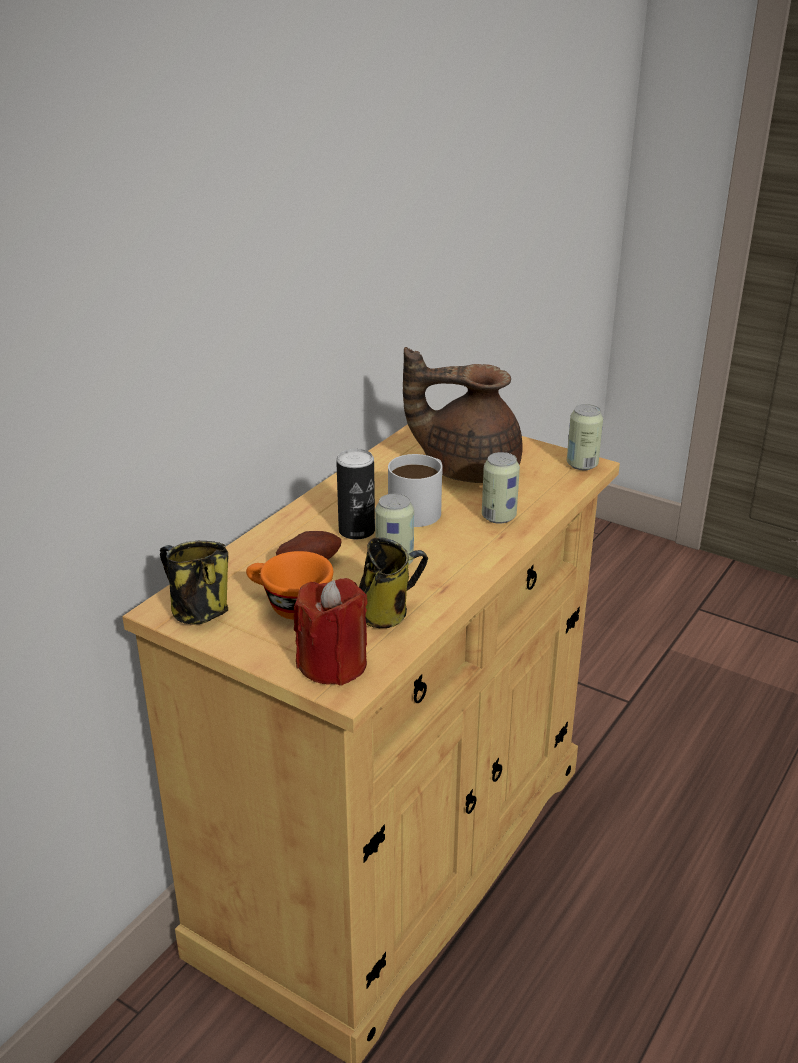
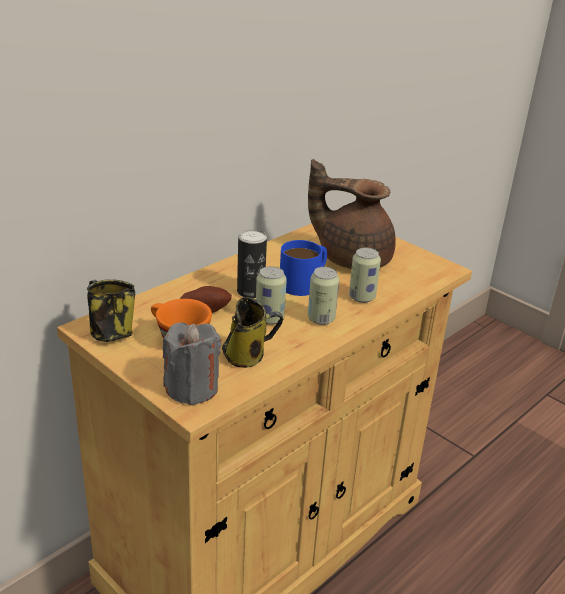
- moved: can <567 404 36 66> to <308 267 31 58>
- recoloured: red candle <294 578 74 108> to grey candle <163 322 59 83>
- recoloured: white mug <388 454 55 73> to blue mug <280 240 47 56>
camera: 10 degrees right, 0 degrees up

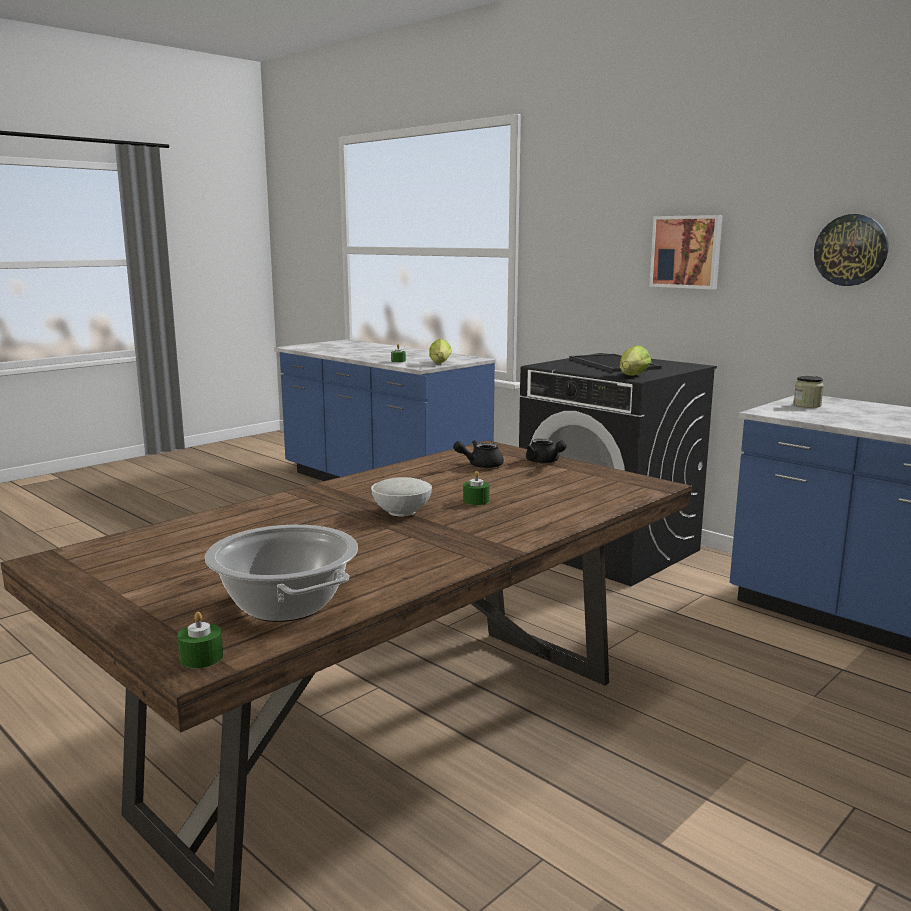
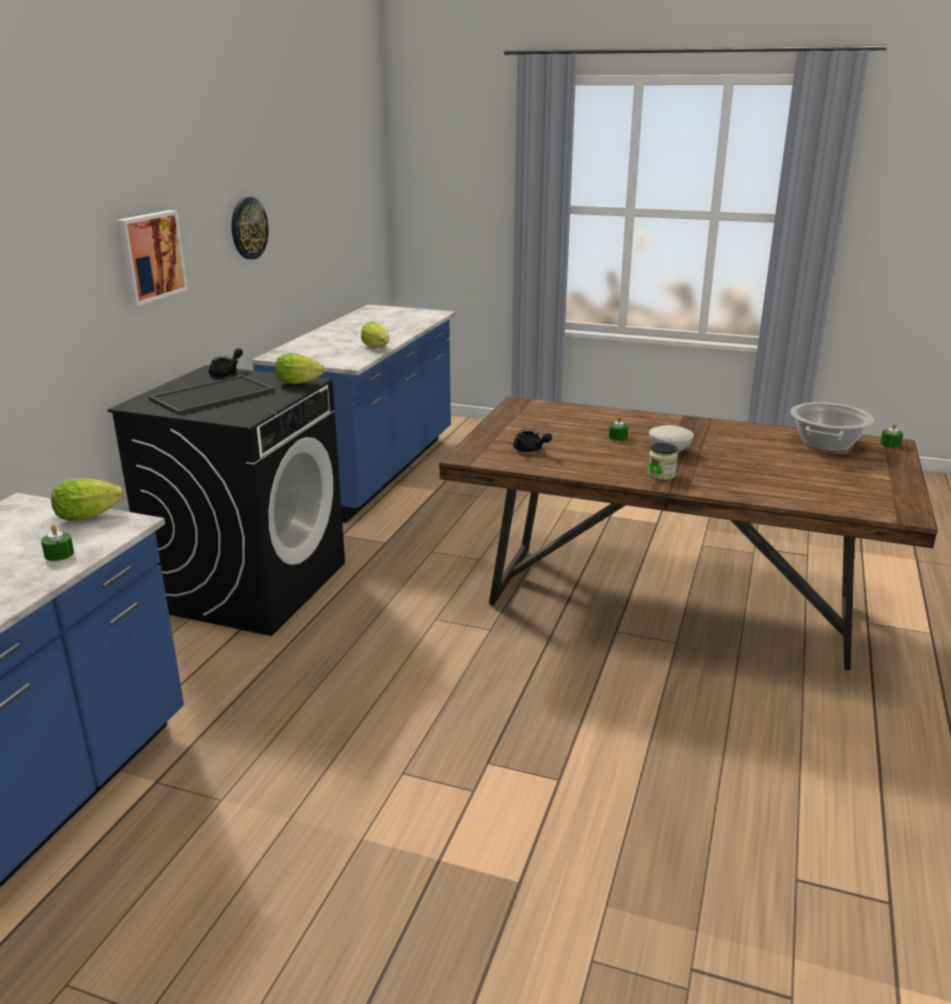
- added: lettuce <361 321 28 27>
- moved: black teapot <526 439 41 24> to <208 348 35 29>
- moved: jar <793 376 31 32> to <647 442 31 38>
camera: 115 degrees left, 10 degrees up

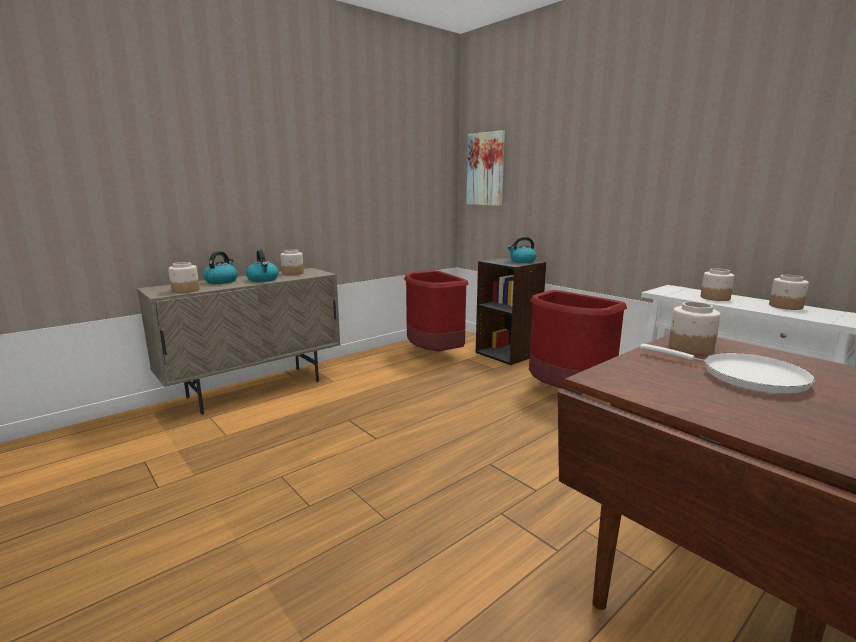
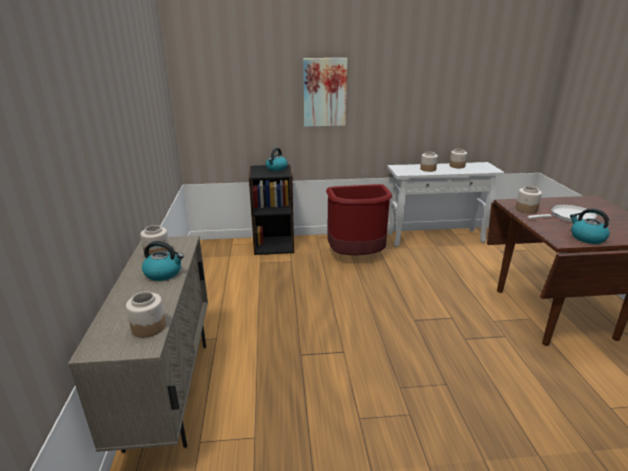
- removed: red trash can <404 270 65 81>
- moved: kettle <203 251 35 33> to <570 208 40 36>
- moved: picture <466 130 39 76> to <303 58 45 69>
camera: 55 degrees left, 10 degrees up

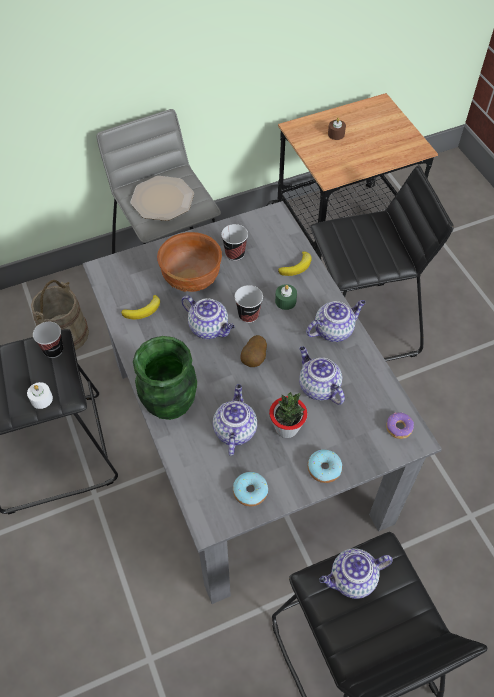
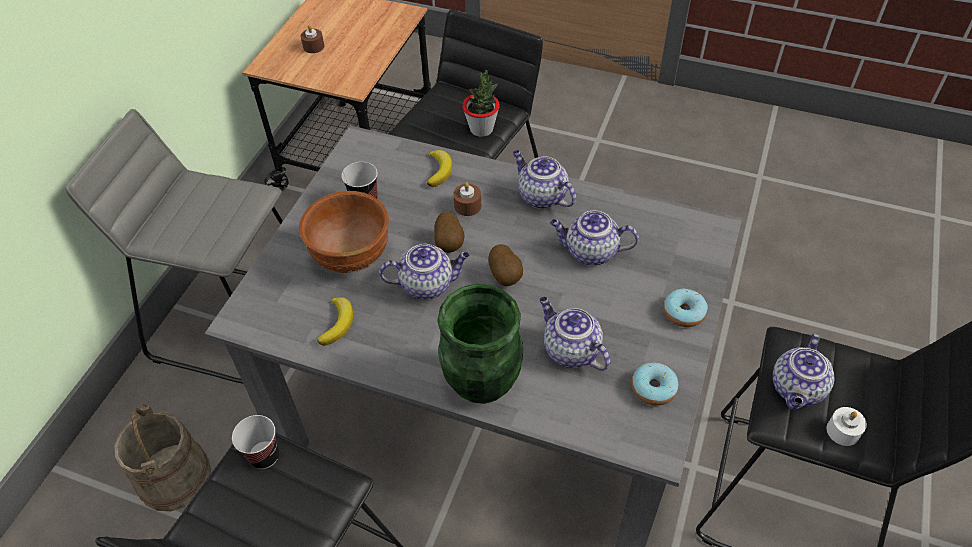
- removed: plate <130 176 64 45>
- removed: donut <386 412 28 27>
- moved: white candle <27 382 26 27> to <827 407 40 39>
- moved: potted plant <269 392 38 46> to <462 70 38 67>
- replaced: cup <235 285 28 38> to potato <434 212 30 41>
- recoloured: green candle <275 284 22 26> to brown candle <453 182 28 34>
- turned: teapot <306 300 60 42> = <513 150 63 59> 60 degrees counterclockwise
camera: 45 degrees left, 5 degrees down

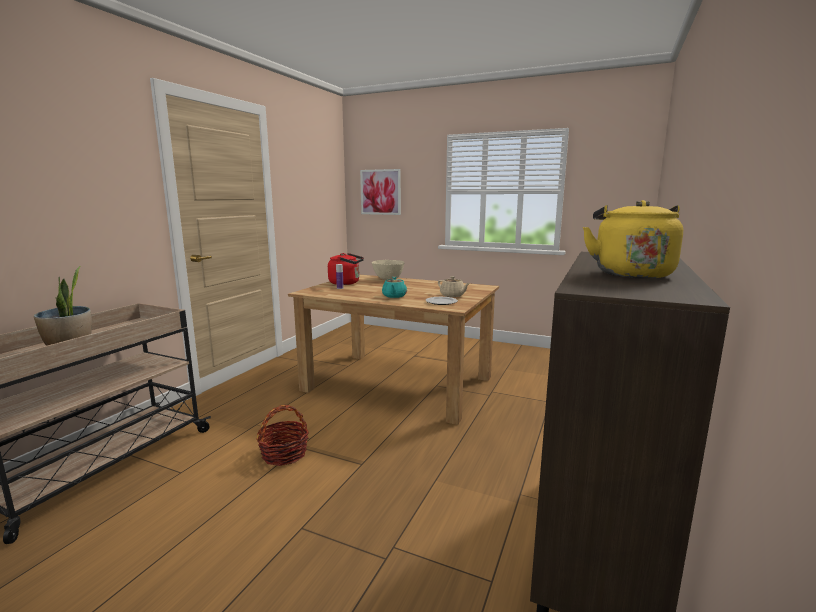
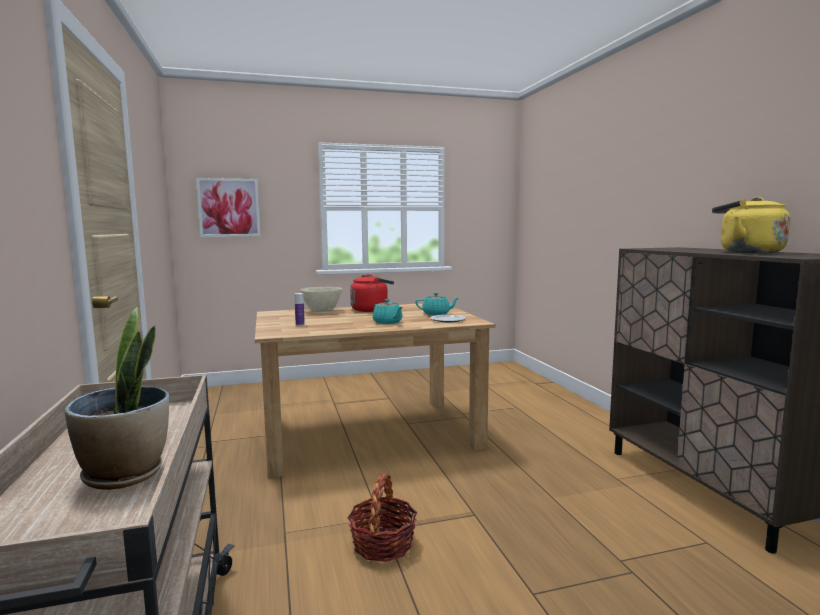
- moved: red kettle <328 253 36 32> to <350 274 44 38>
- recoloured: beige teapot <438 276 32 21> to turquoise teapot <415 293 45 23>
camera: 40 degrees left, 5 degrees down

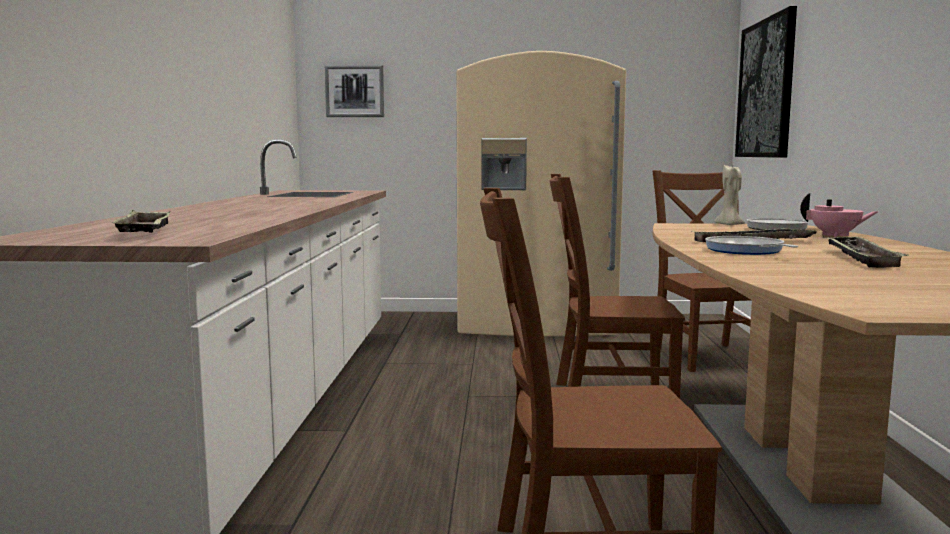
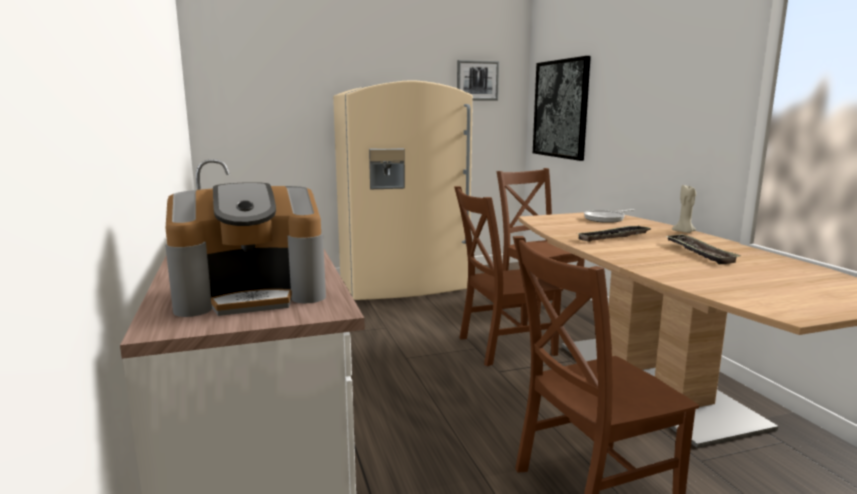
- removed: frying pan <705 236 93 19>
- removed: pink teapot <800 193 78 44>
- moved: picture <325 65 59 52> to <457 60 42 40>
- moved: beige candle <714 165 31 60> to <672 185 24 48>
- replaced: tray <113 210 57 23> to coffee machine <165 182 161 135>
camera: 20 degrees left, 5 degrees up

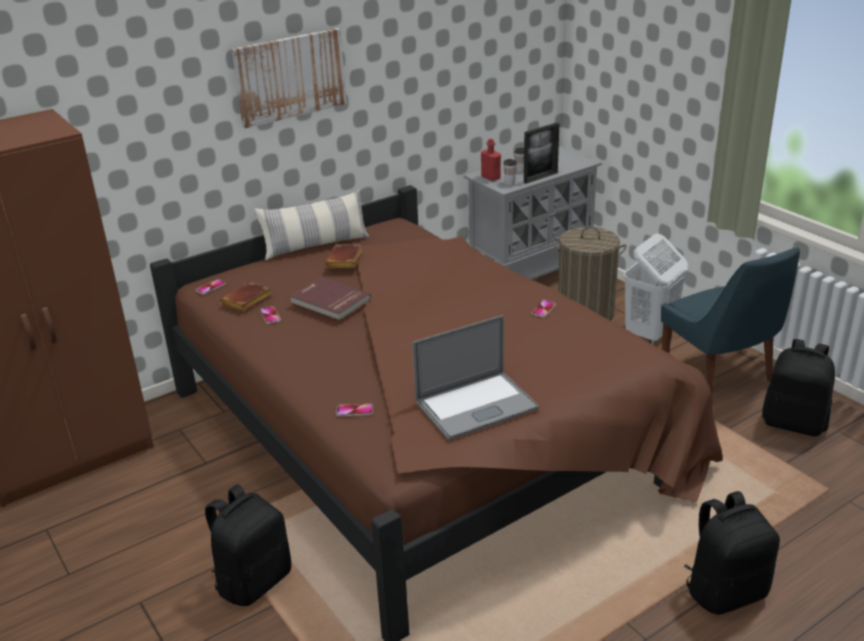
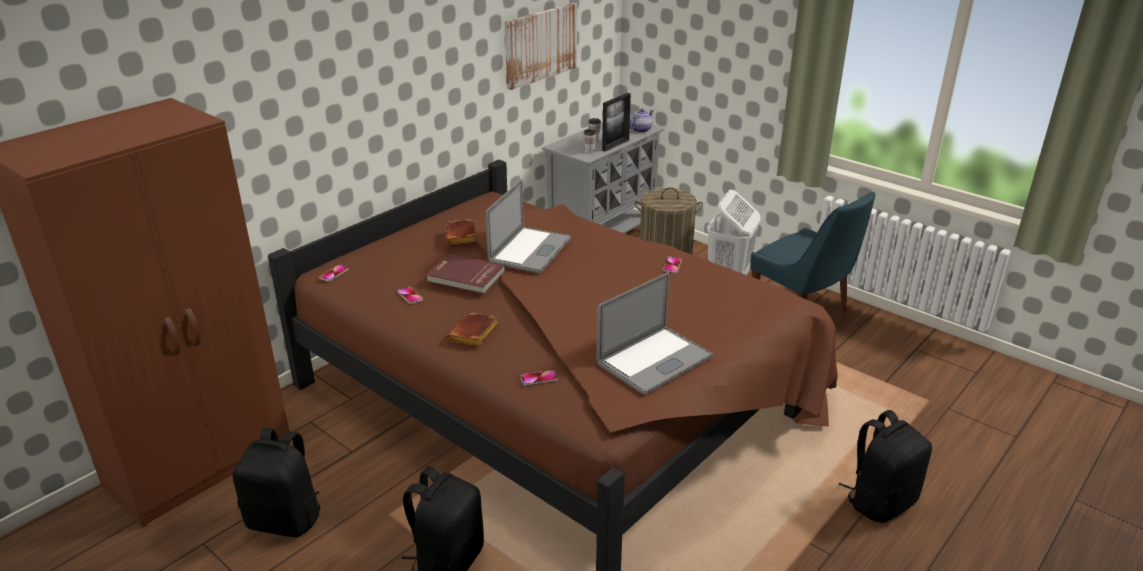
- removed: pillow <254 189 115 71>
- removed: red bottle <481 138 20 43>
- added: laptop <485 179 87 94>
- added: teapot <630 109 24 24>
- moved: brown book <220 282 52 29> to <447 312 51 35>
- moved: picture <232 28 115 100> to <505 3 72 87>
- moved: black backpack <762 339 73 97> to <232 428 88 109>
camera: 15 degrees left, 0 degrees up

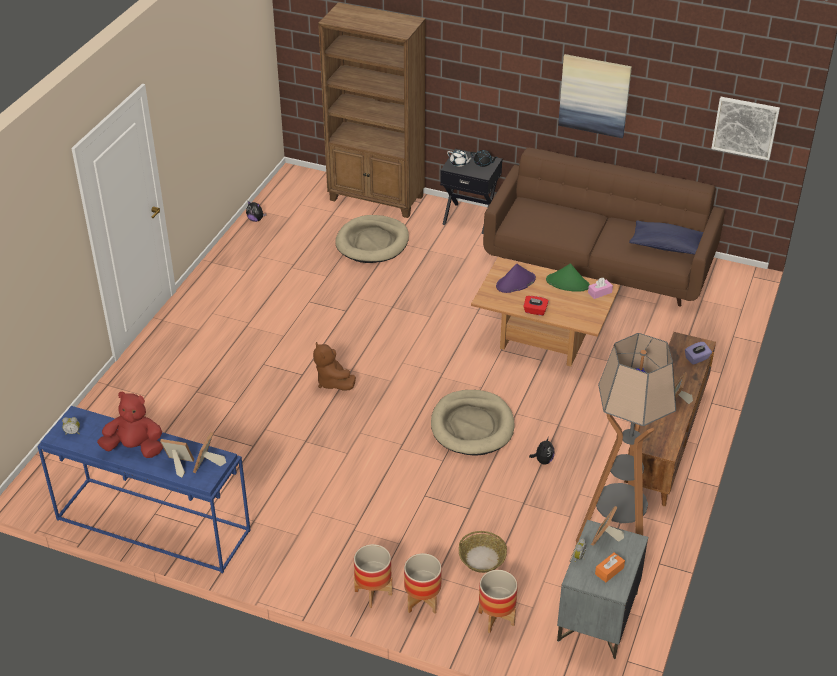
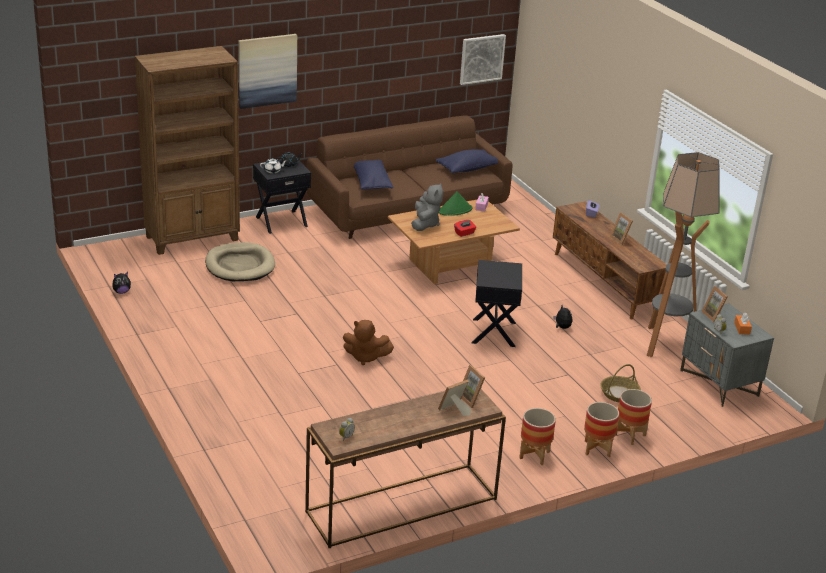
- removed: red plush toy <97 391 66 67>
- added: blue pillow <354 160 39 30>
- moved: planter <478 570 40 63> to <519 408 37 57>
- moved: picture <558 54 74 84> to <238 34 59 75>
- replaced: beige dog bed <431 390 84 66> to black side table <472 260 50 87>
- replaced: purple hat <496 264 40 29> to grey plush toy <411 183 32 48>
- recoloured: blue console table <37 406 214 167> to brown console table <305 389 201 159>
camera: 50 degrees left, 10 degrees down

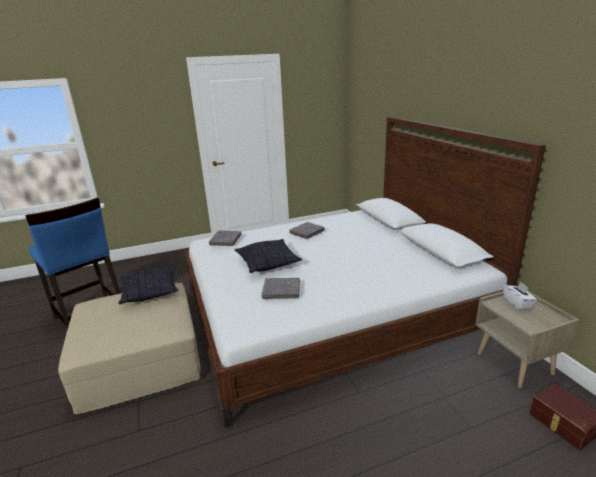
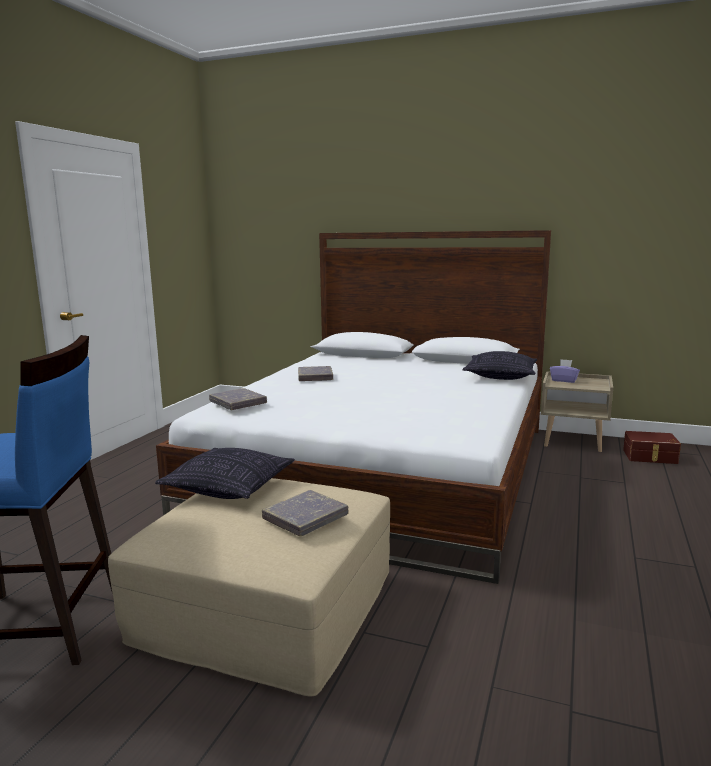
- moved: pillow <235 239 67 34> to <462 351 75 29>
- moved: grey book <262 278 38 21> to <262 490 87 46>
- recoloured: white tissue box <503 282 34 28> to purple tissue box <550 359 30 24>
camera: 50 degrees left, 10 degrees down

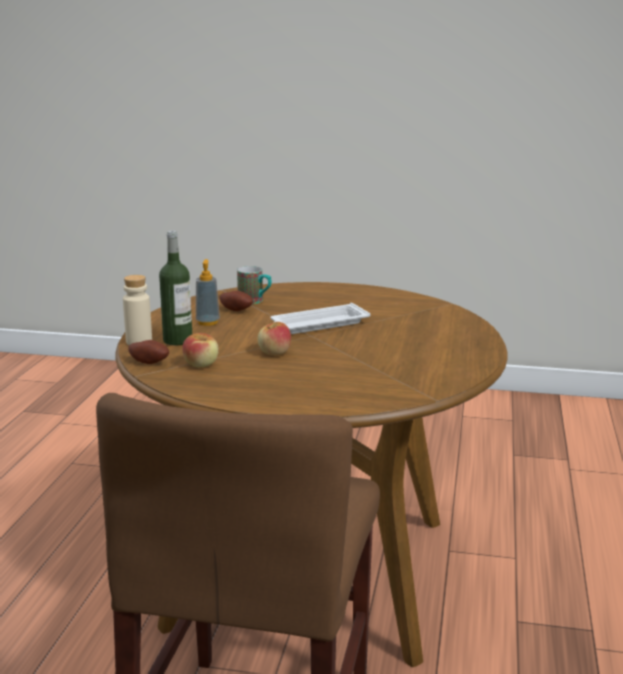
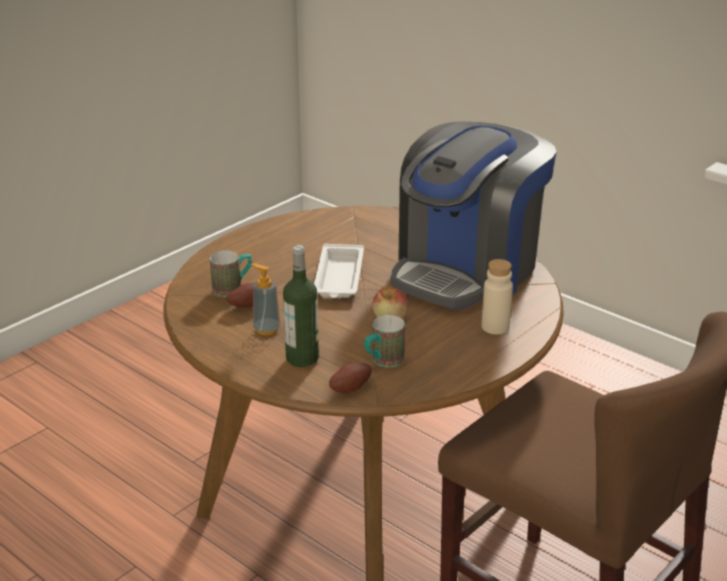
- added: coffee machine <390 121 167 188>
- moved: beige bottle <123 275 29 70> to <482 259 31 75>
- replaced: apple <182 333 37 35> to mug <364 315 41 52>
camera: 60 degrees left, 10 degrees up

